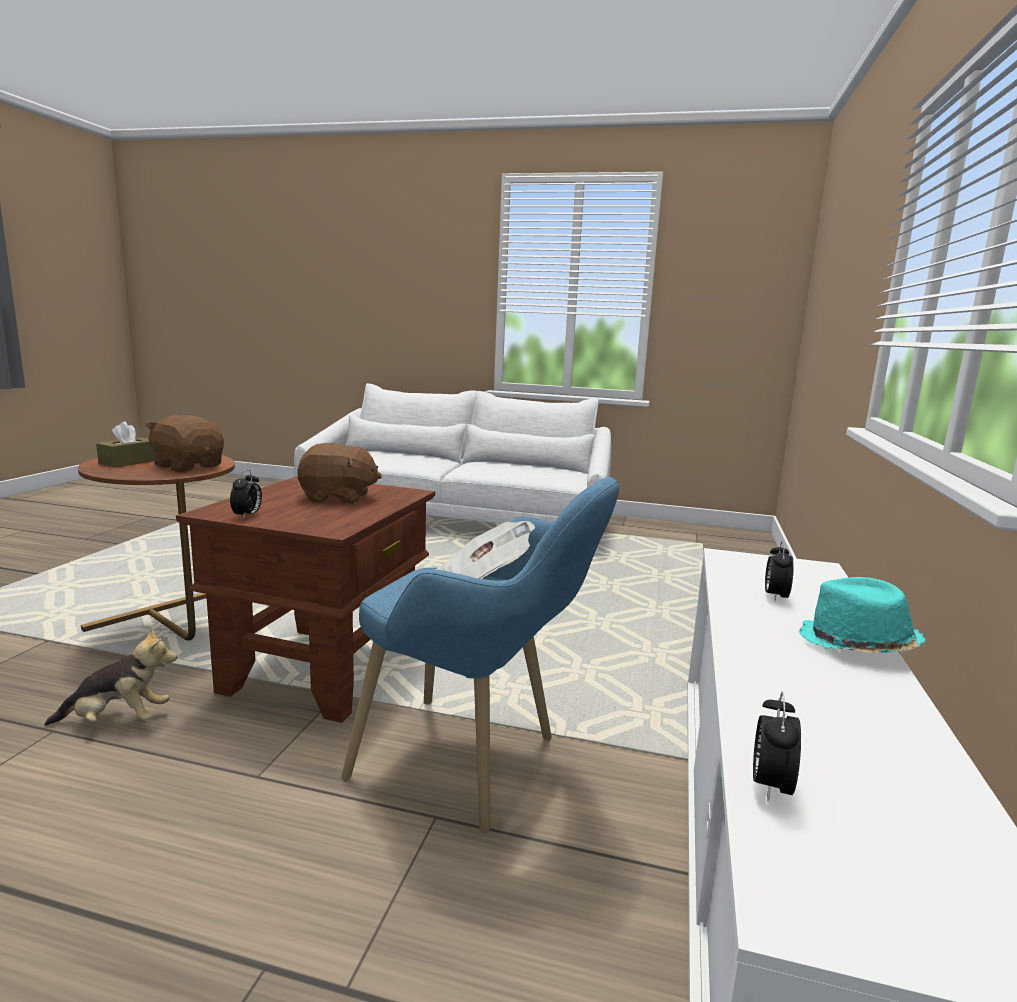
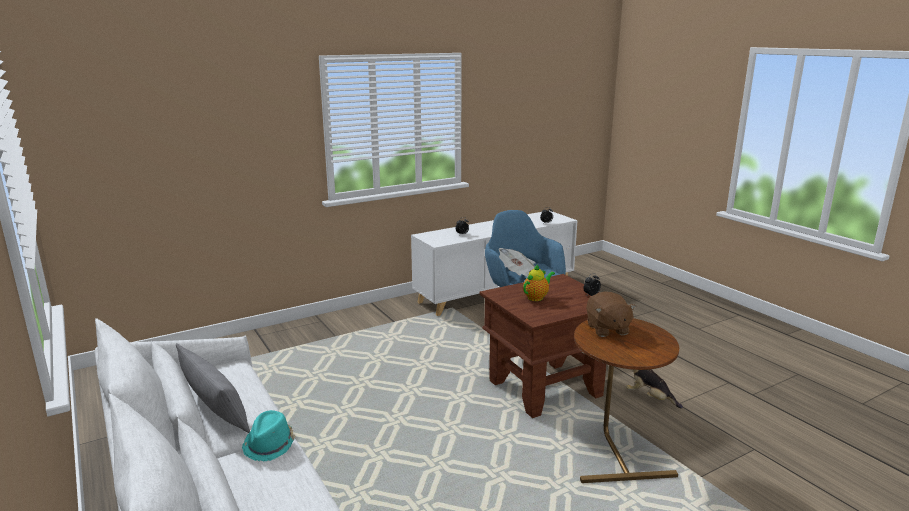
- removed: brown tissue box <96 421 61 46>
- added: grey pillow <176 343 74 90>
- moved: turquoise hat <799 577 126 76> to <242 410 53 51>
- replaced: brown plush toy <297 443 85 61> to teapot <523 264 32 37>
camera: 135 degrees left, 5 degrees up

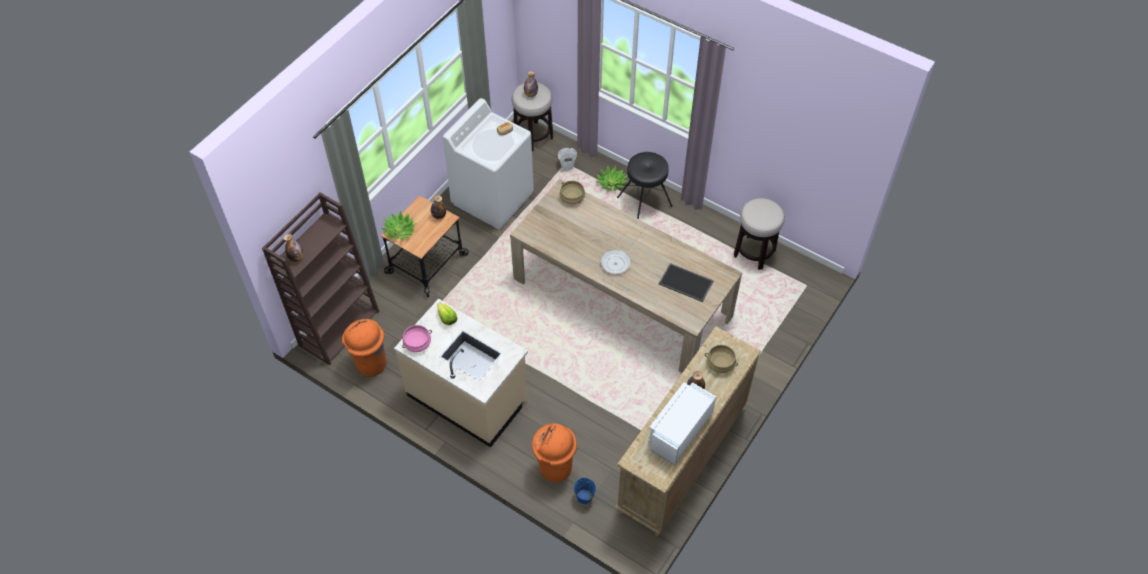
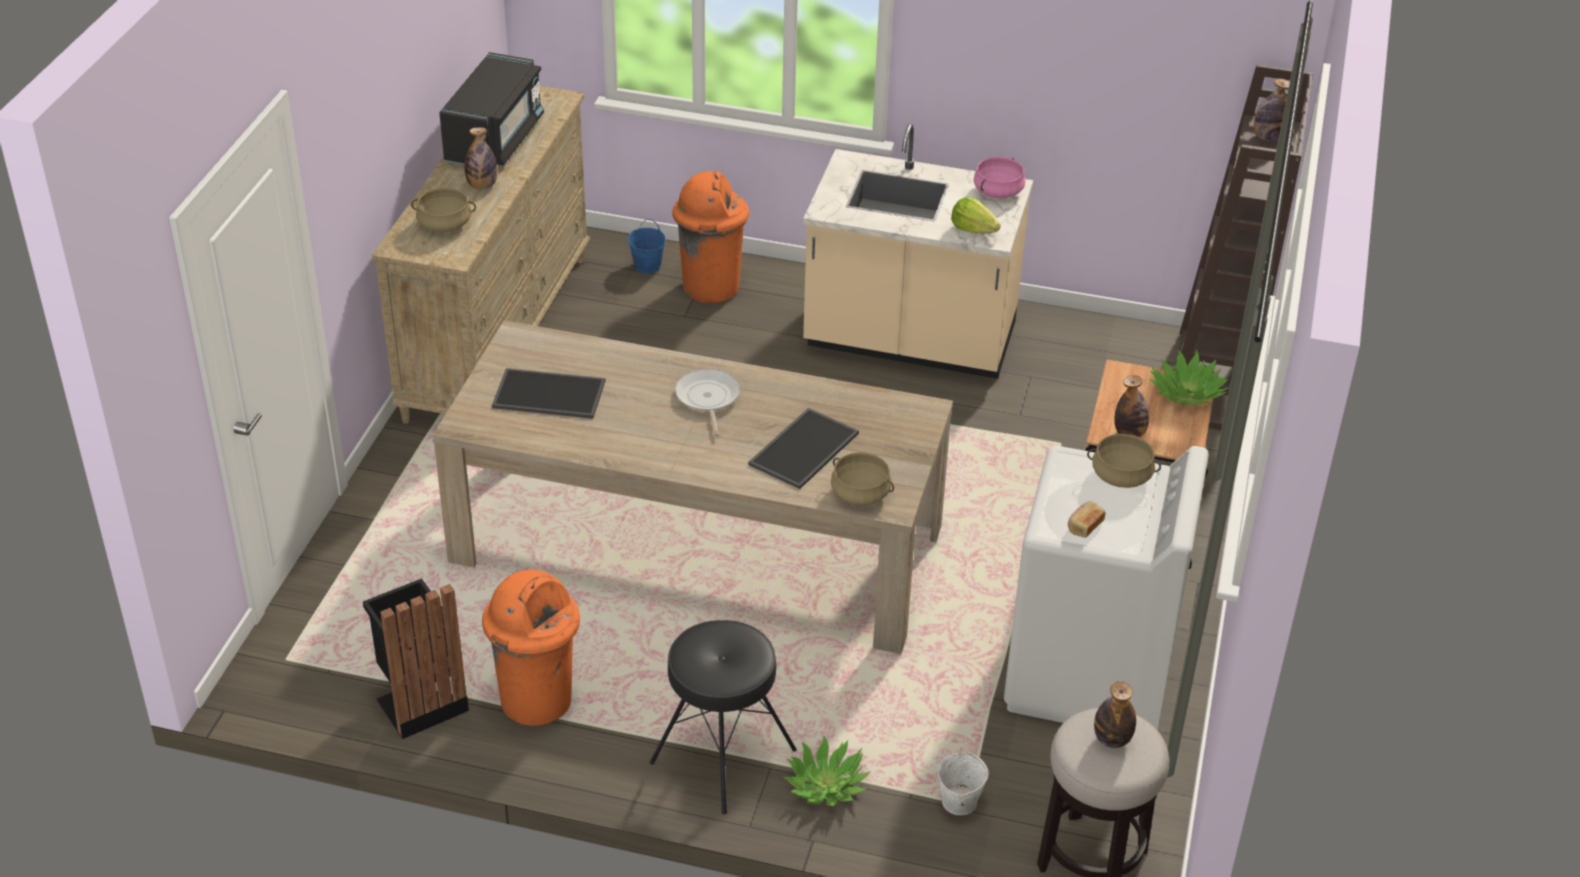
- added: tray <748 408 111 81>
- added: beige cooking pot <1087 434 74 54>
- moved: orange trash can <342 319 45 57> to <482 569 98 157>
- replaced: stool <734 198 51 72> to black trash can <363 578 106 161>
- recoloured: white microwave <648 382 68 83> to black microwave <439 52 105 114>
camera: 160 degrees right, 15 degrees down

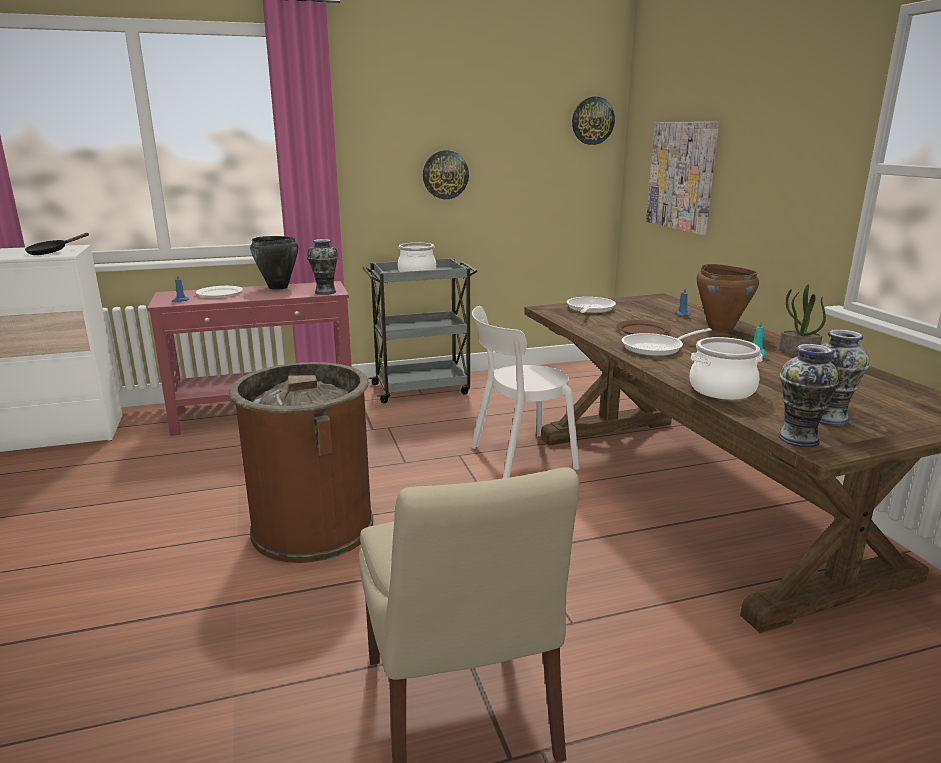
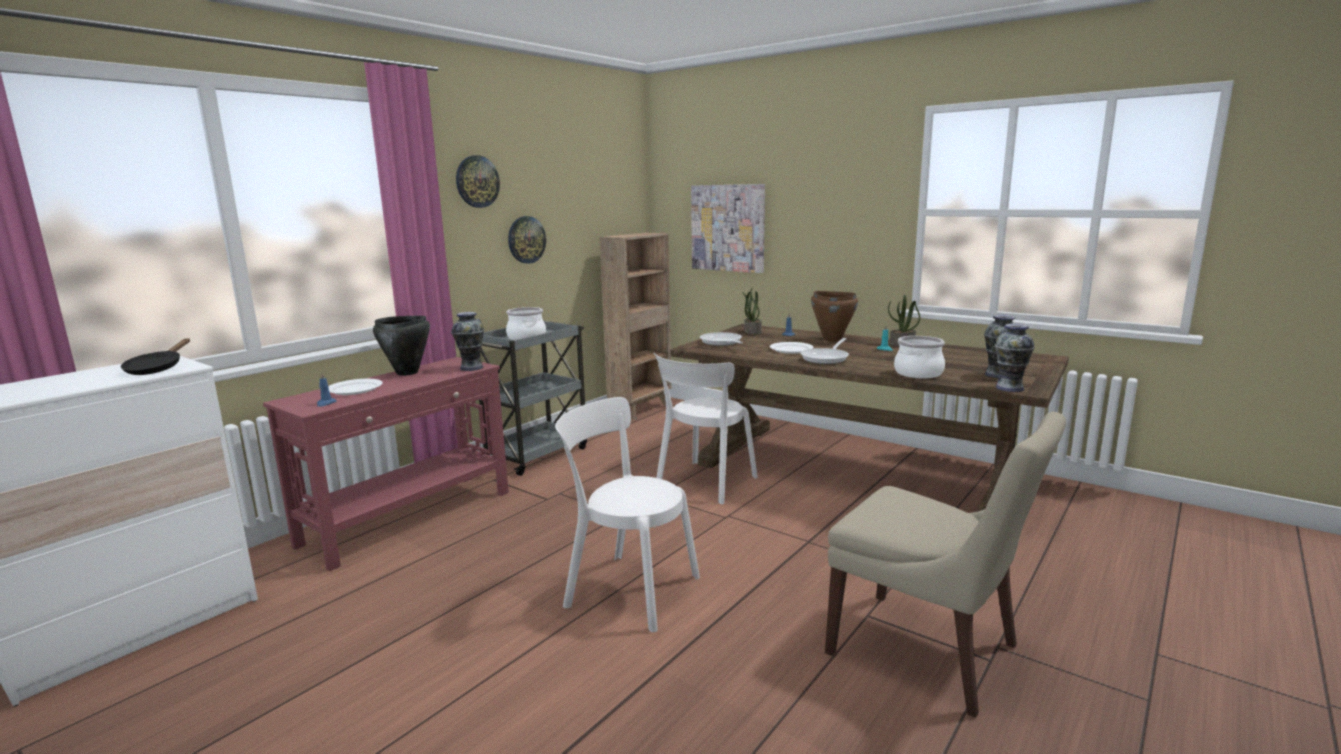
- added: brown bookcase <599 233 73 187>
- added: potted plant <742 287 20 48>
- moved: wall clock <572 97 43 48> to <456 155 44 53>
- replaced: brown trash can <229 362 144 201> to white chair <555 397 145 235>
- recoloured: brown plate <616 320 55 15> to white plate <770 342 44 12>
camera: 35 degrees left, 5 degrees down

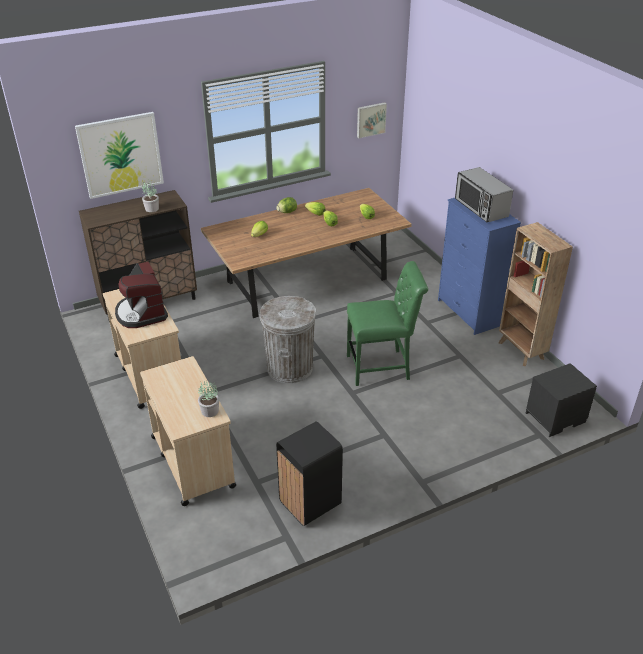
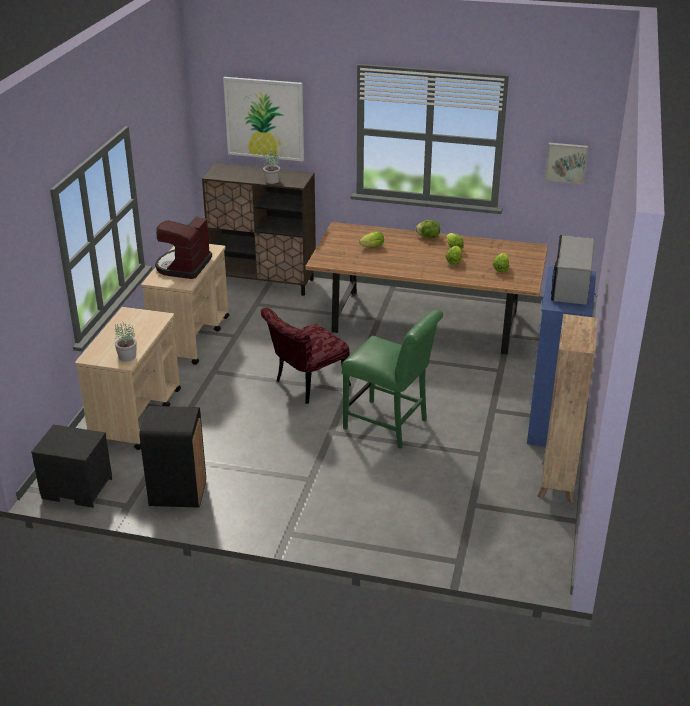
- moved: black nightstand <525 363 72 74> to <31 424 81 84>
- replaced: grey trash can <259 296 57 87> to red chair <261 307 90 97>
camera: 40 degrees right, 5 degrees down

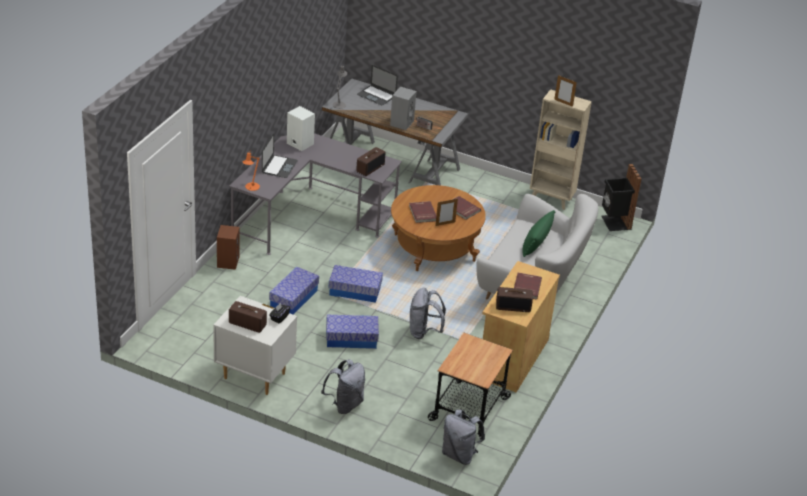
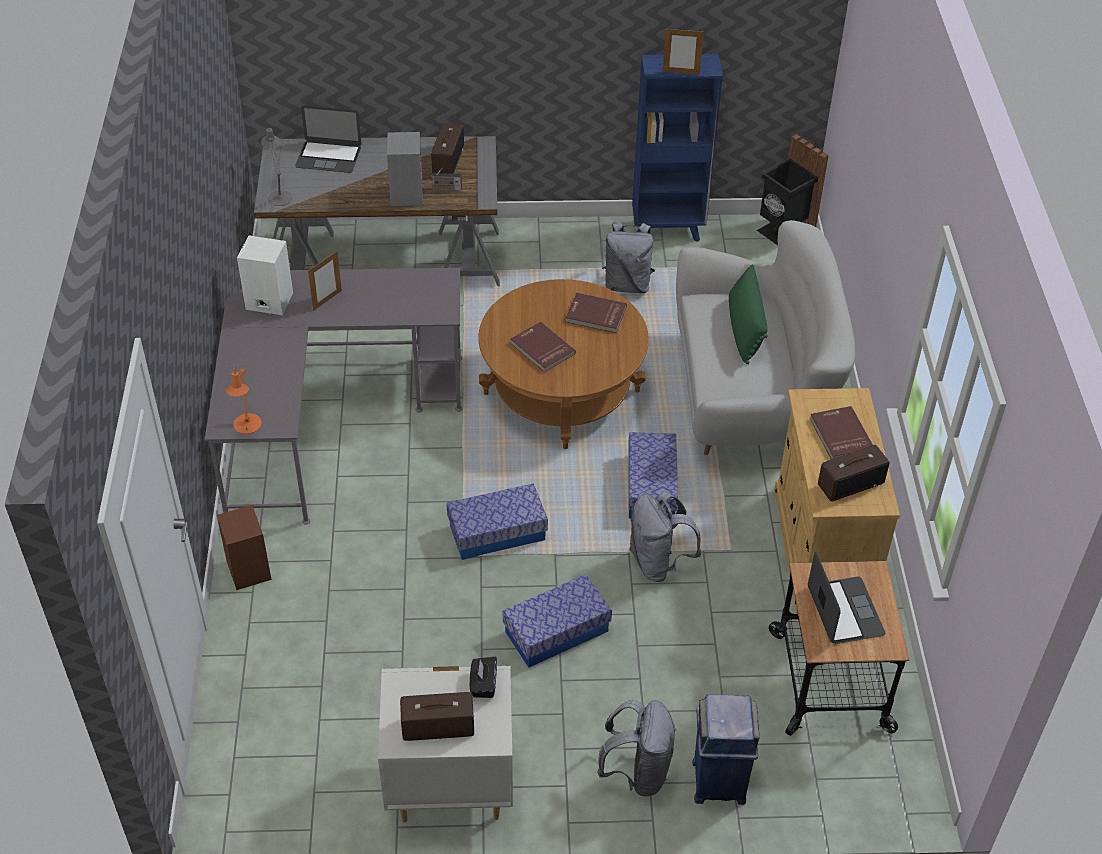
- added: blue trash can <692 695 68 110>
- moved: laptop <262 134 36 44> to <808 552 78 92>
- moved: storage box <269 267 50 48> to <628 432 50 86>
- moved: radio <356 147 30 29> to <431 123 33 51>
- moved: picture frame <435 199 23 27> to <308 251 34 60>
- moved: grey backpack <442 409 43 56> to <602 222 53 71>
- recoloured: beige bookcase <530 89 62 121> to blue bookcase <632 54 91 188>
camera: 25 degrees left, 10 degrees up

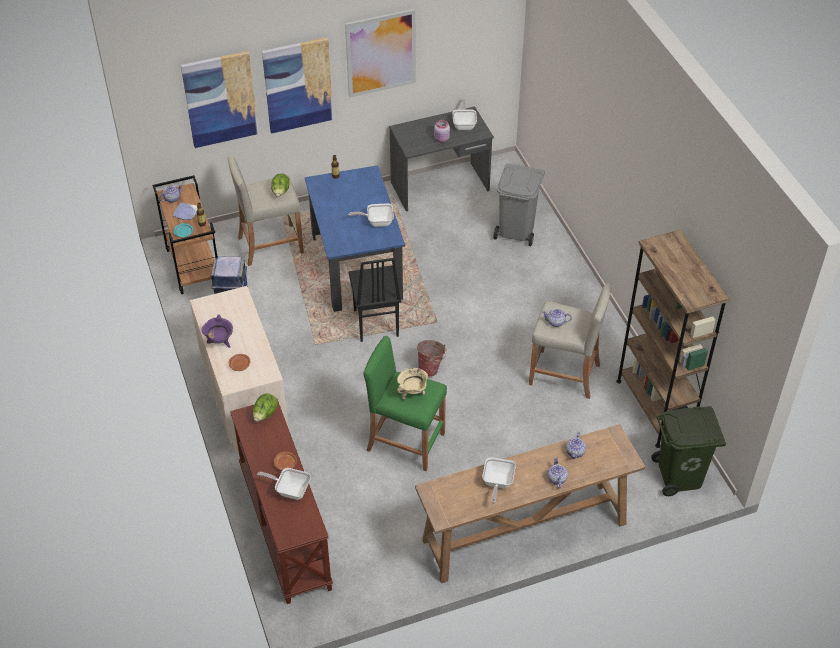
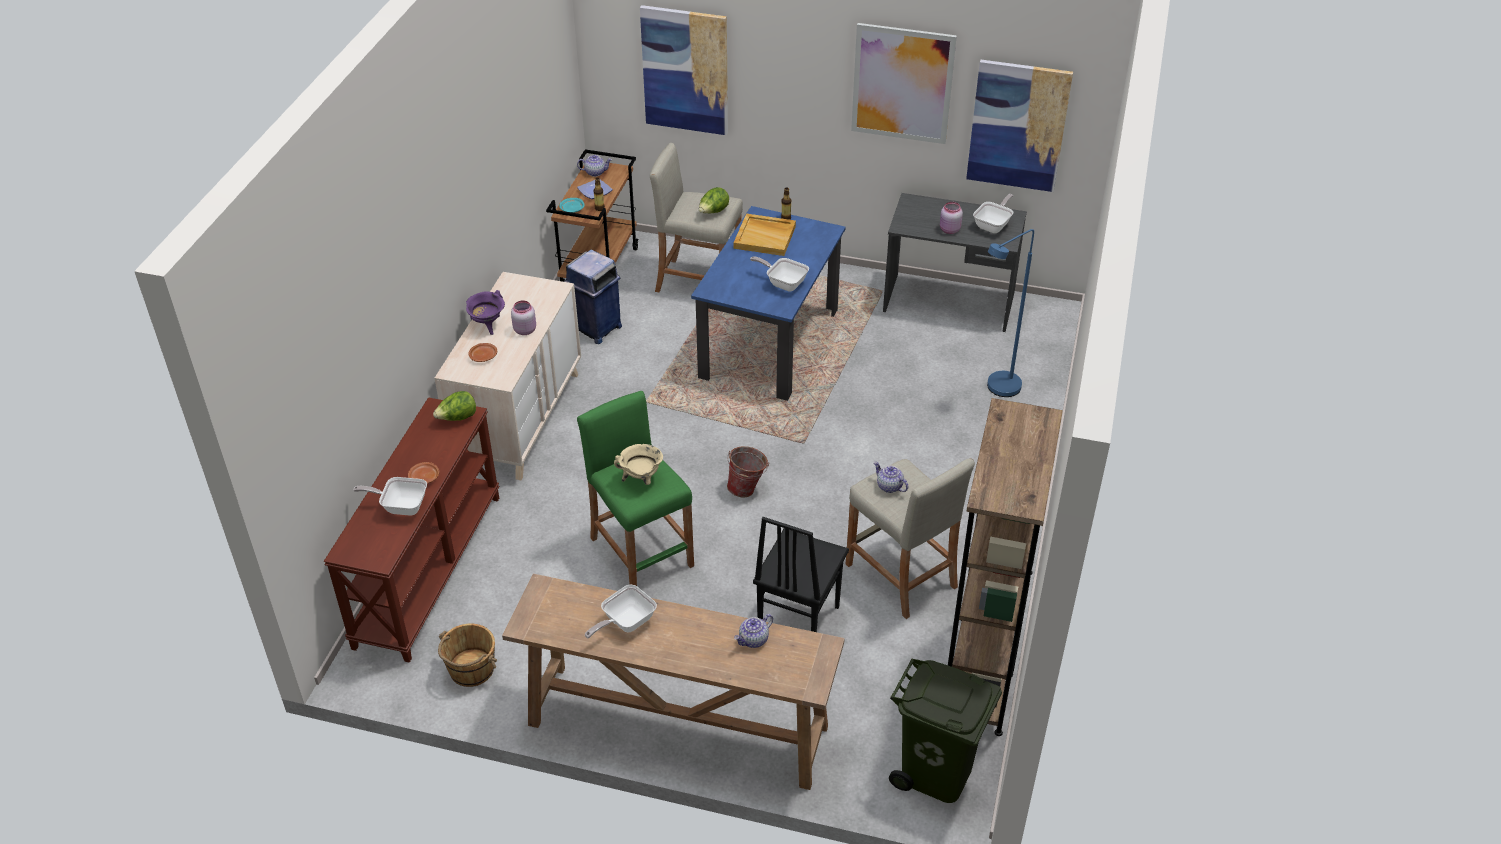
- removed: teapot <547 457 21 31>
- added: brown bucket <438 624 59 63>
- added: pink jar <511 301 25 34>
- added: beige tray <734 213 62 43>
- moved: picture <262 37 71 97> to <966 60 107 132>
- moved: black chair <348 258 53 84> to <753 517 96 115>
- replaced: grey trash can <494 163 51 83> to blue floor lamp <987 229 47 168>
- turned: frying pan <257 468 54 32> = <353 477 74 39> 45 degrees counterclockwise
camera: 35 degrees right, 5 degrees down

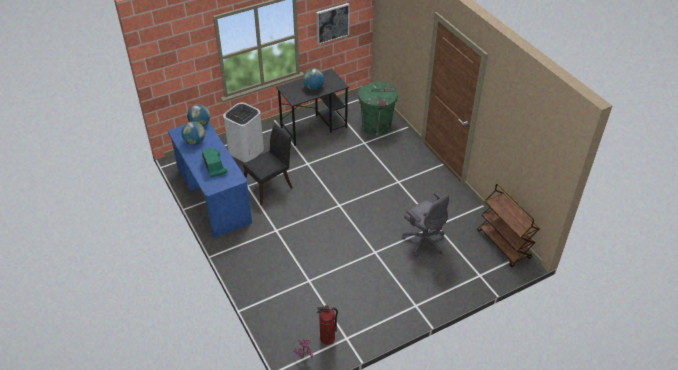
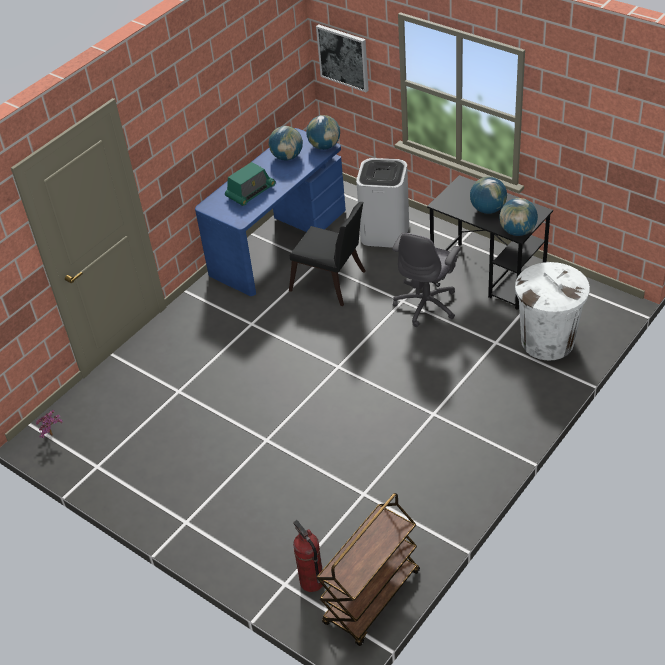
- added: globe <499 198 39 38>
- moved: picture <316 3 34 42> to <316 24 53 68>
- moved: fire extinguisher <317 305 21 40> to <293 520 31 72>
- moved: grey office chair <402 192 47 65> to <392 233 69 94>
- recoloured: green trash can <358 82 40 54> to white trash can <515 262 75 98>
camera: 70 degrees right, 0 degrees up

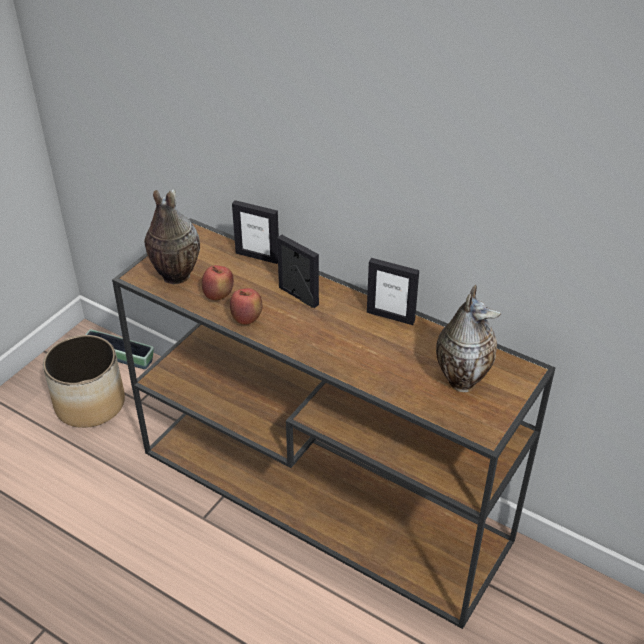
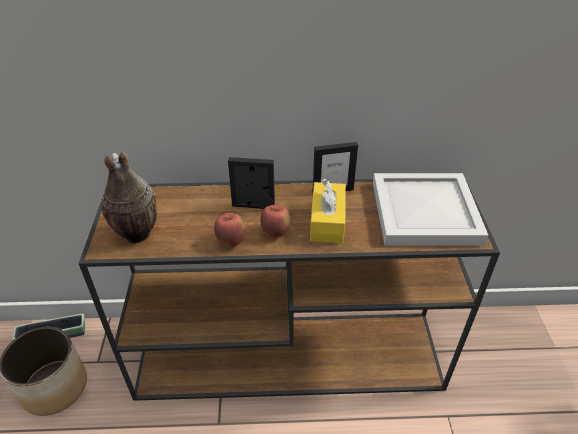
- removed: picture frame <232 200 47 64>
- added: yellow tissue box <310 179 36 64>
- moved: apple <202 265 32 35> to <260 204 30 34>
- replaced: vase <436 285 65 107> to white tray <373 173 115 73>
camera: 35 degrees left, 0 degrees up

